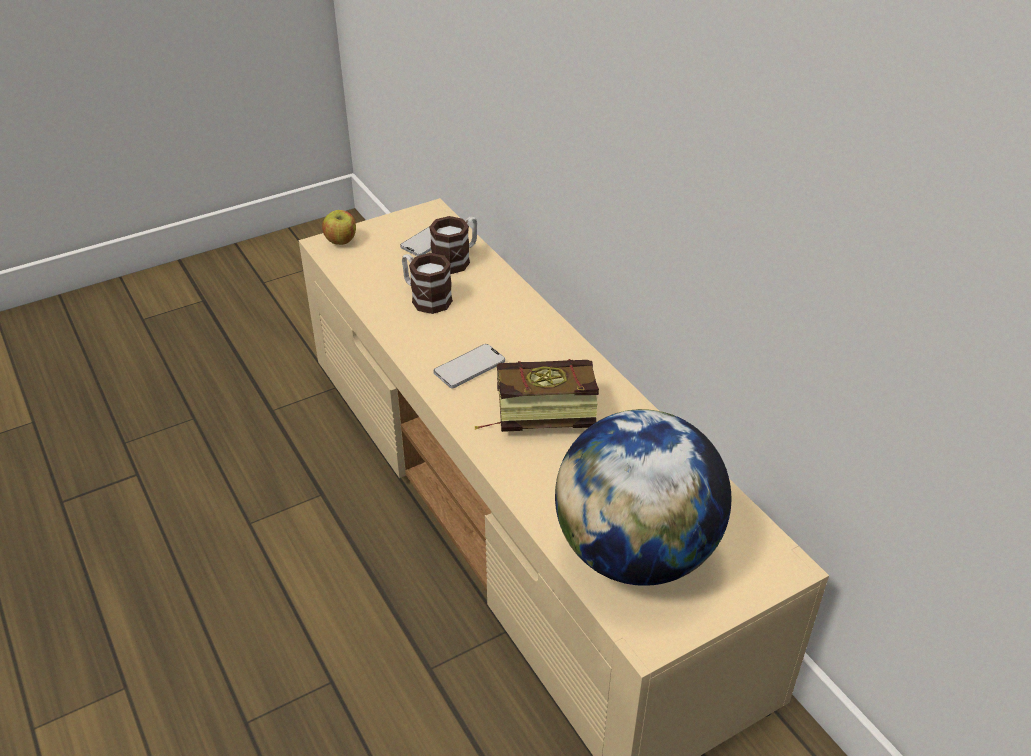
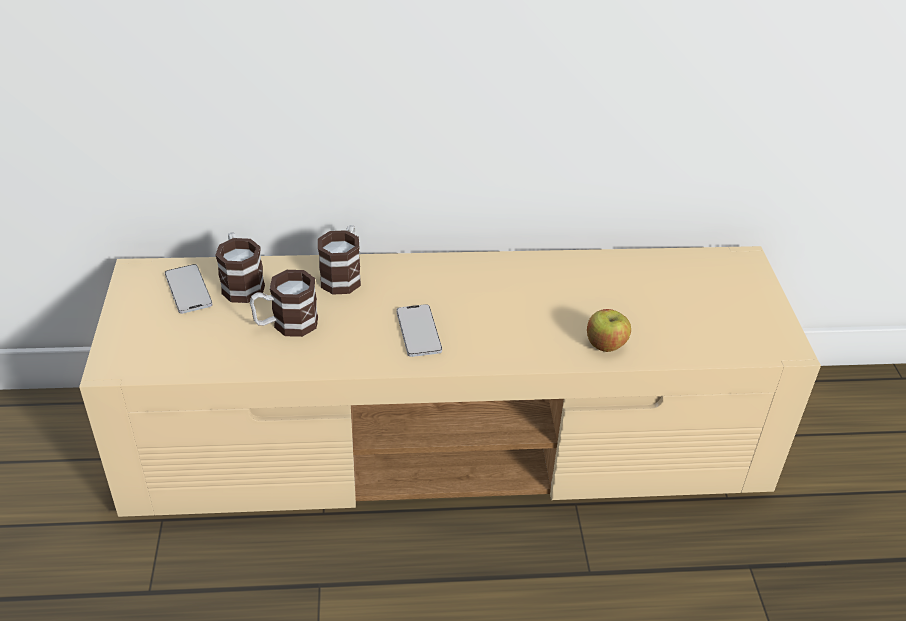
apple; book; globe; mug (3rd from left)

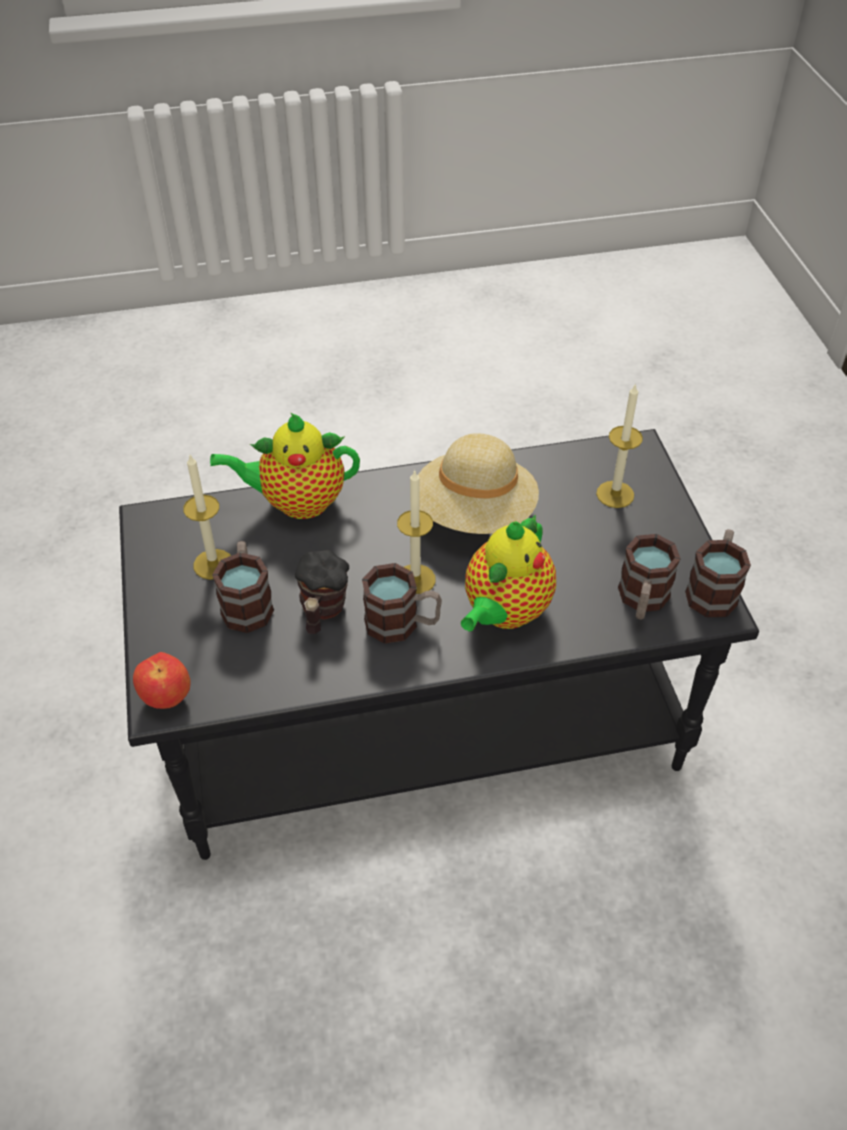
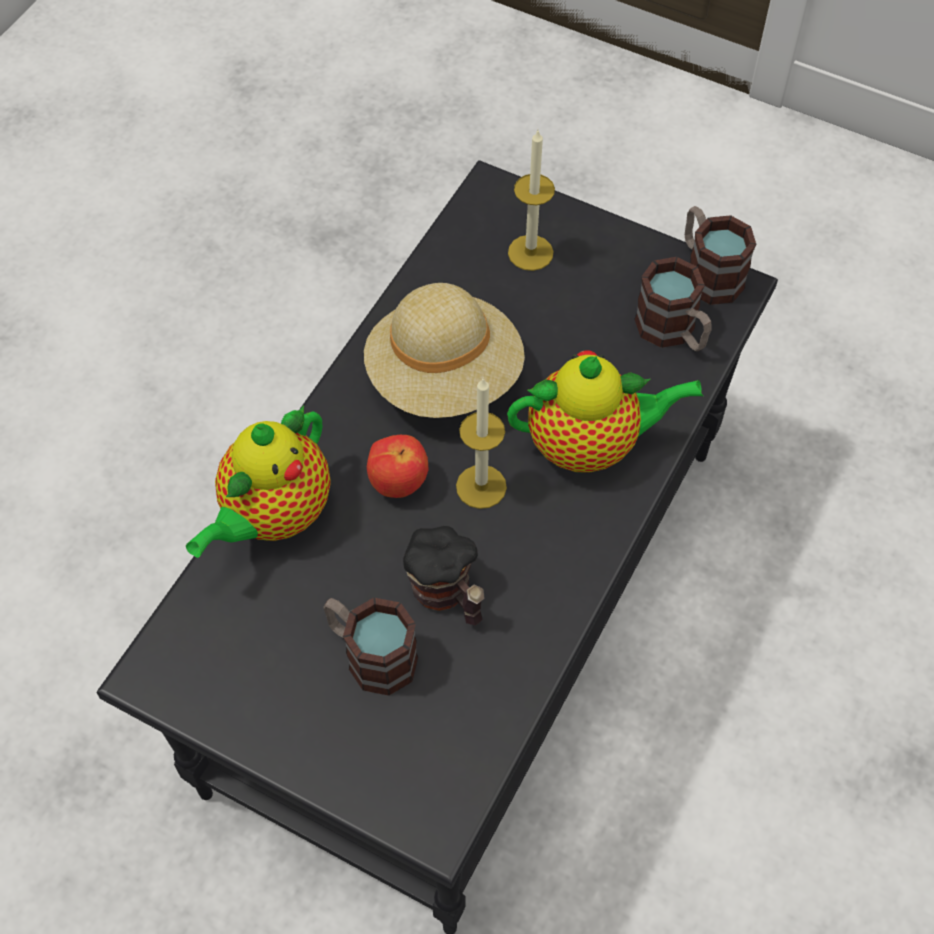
candle (1st from left in the first image); teapot (2nd from left); mug (3rd from left in the first image); apple

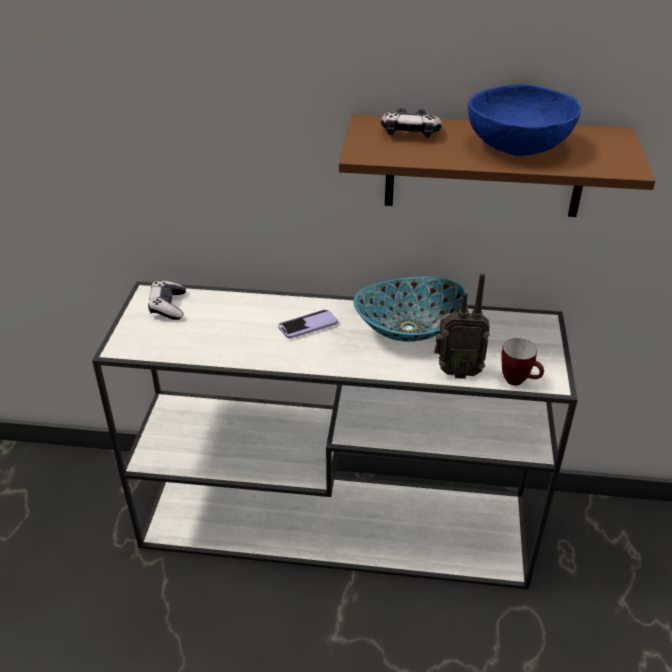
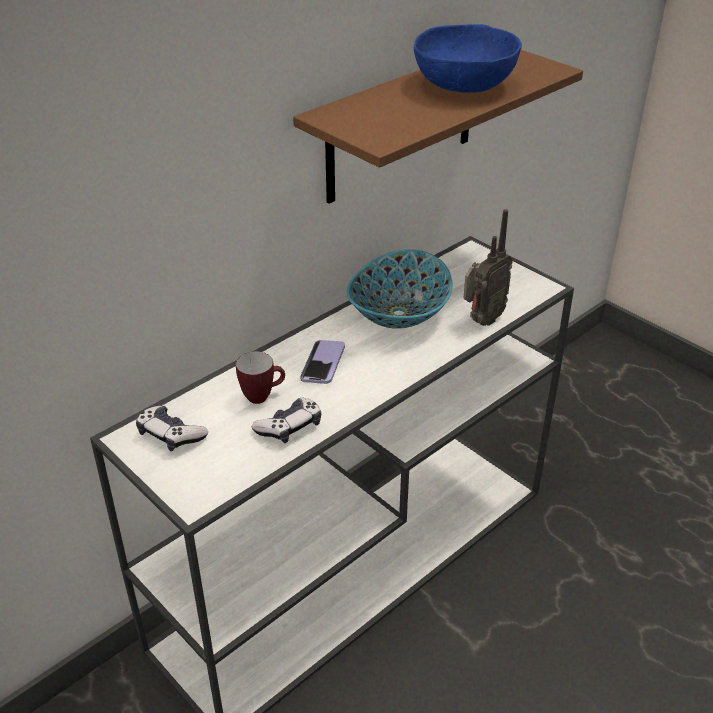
game controller (2nd from left); mug

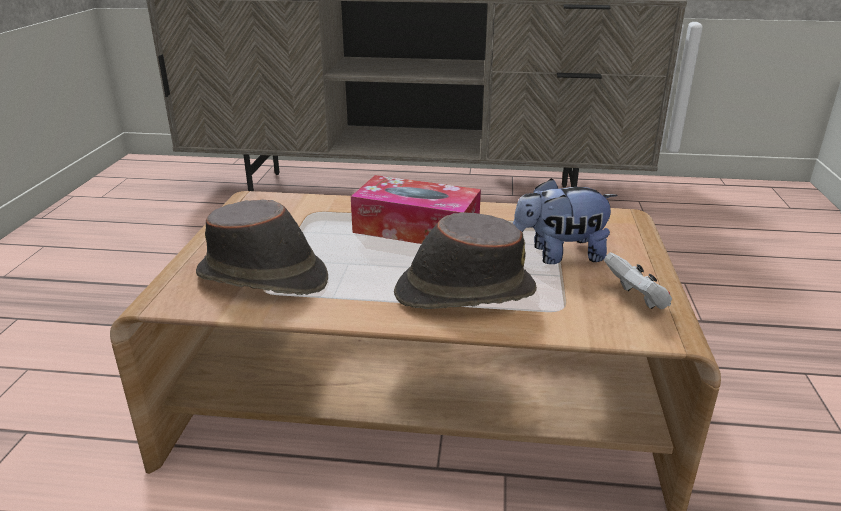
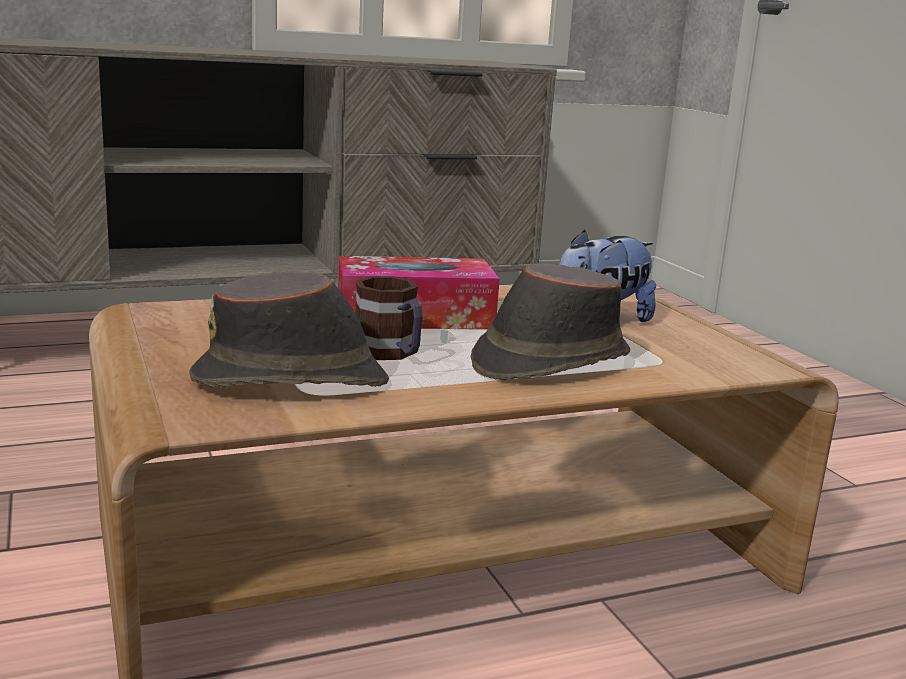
game controller (white); mug

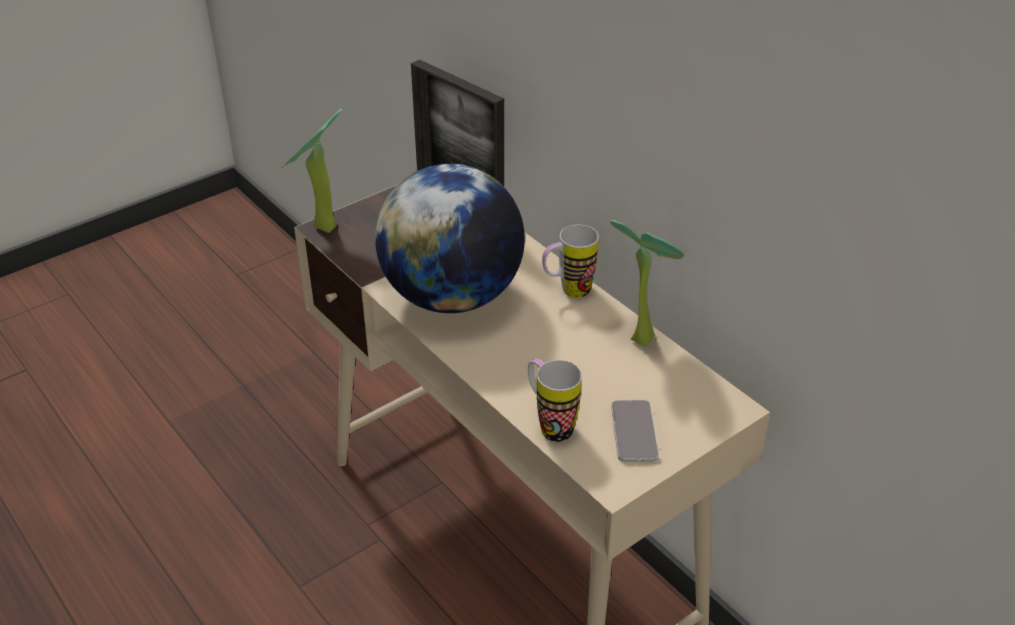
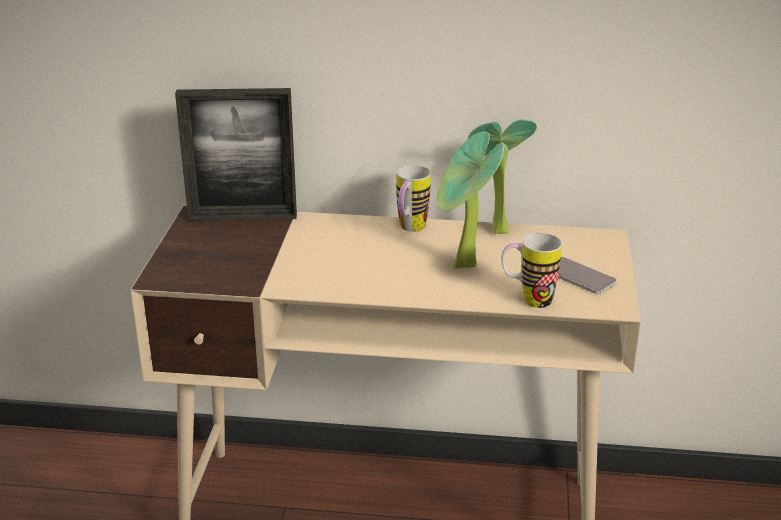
potted plant (1st from left); globe

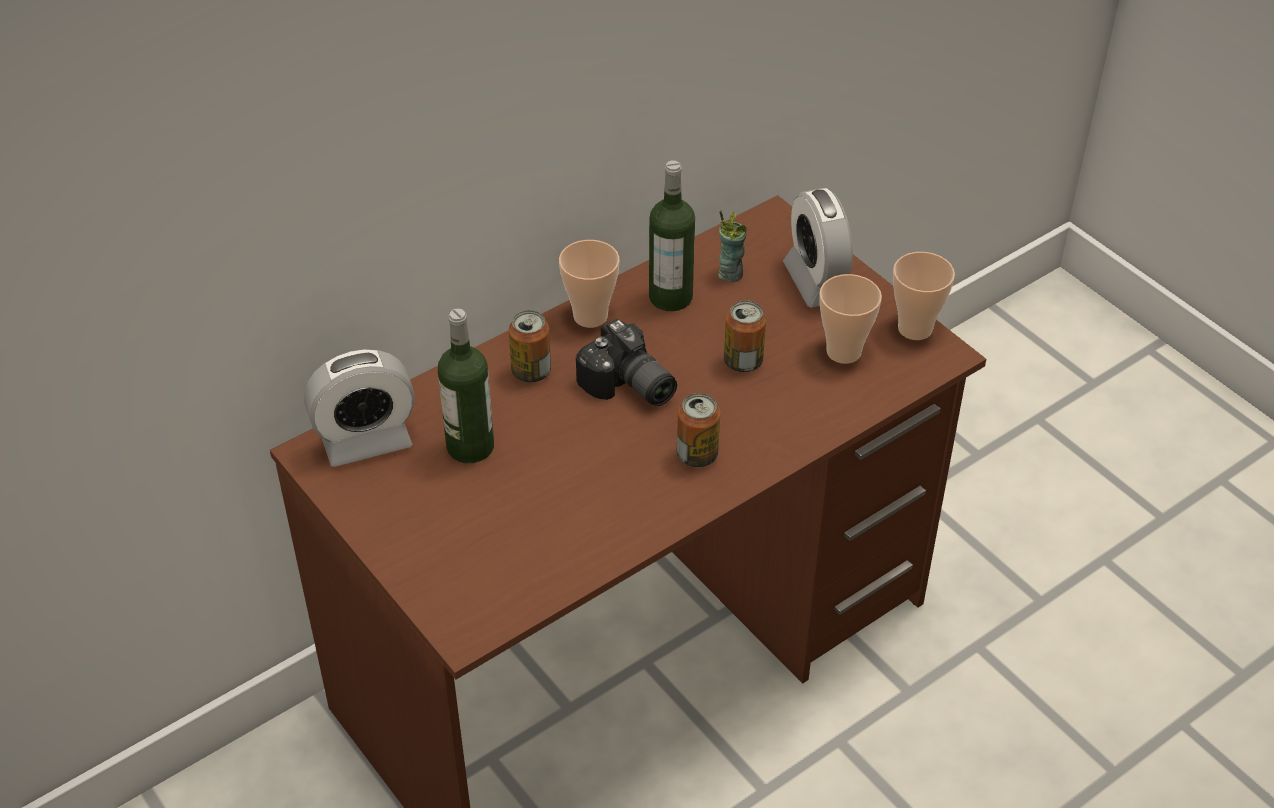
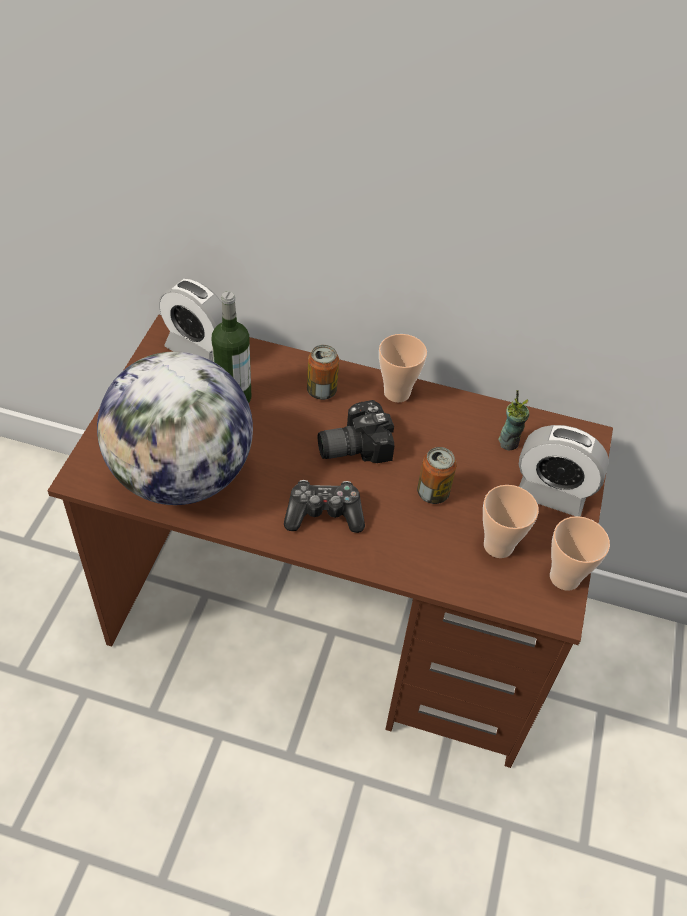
bottle (2nd from left in the first image); alarm clock (2nd from left); photo camera; game controller; globe

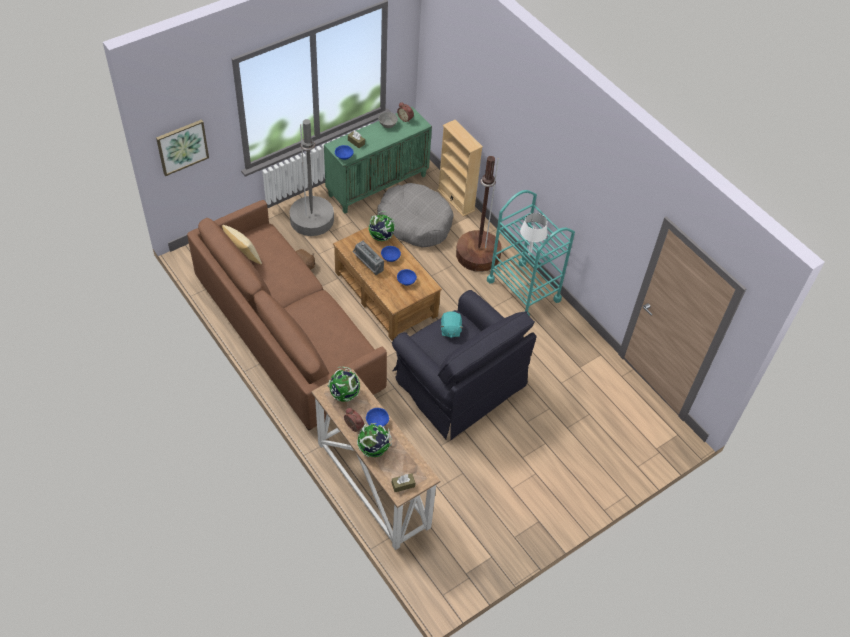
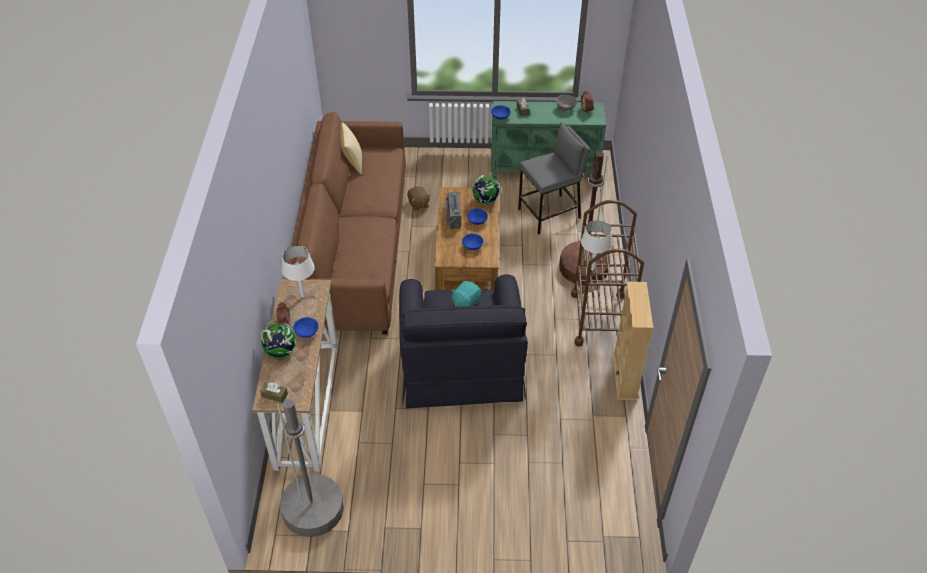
picture; floor lamp (grey); bookcase (beige); stool (grey); cart (brown); table lamp (white) (1st from left)

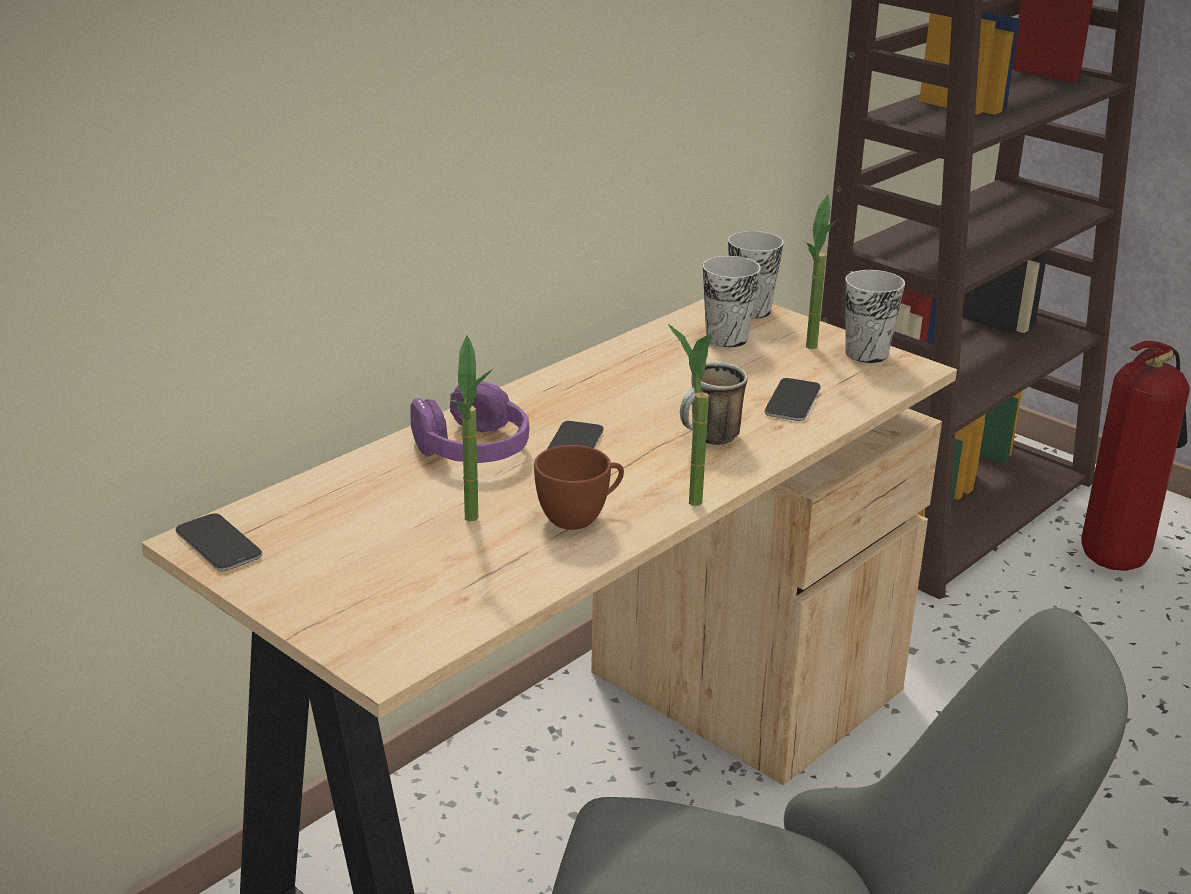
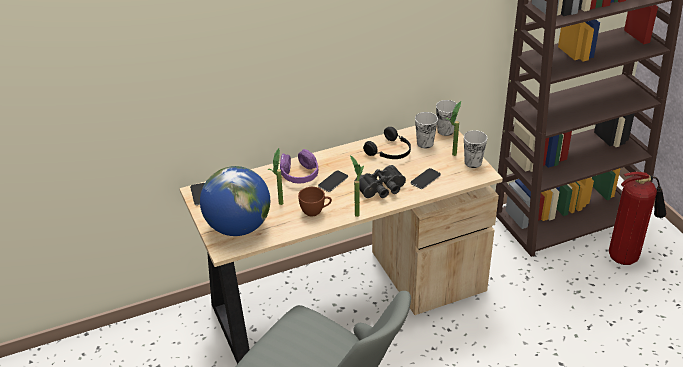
binoculars (black); headphones (black); globe

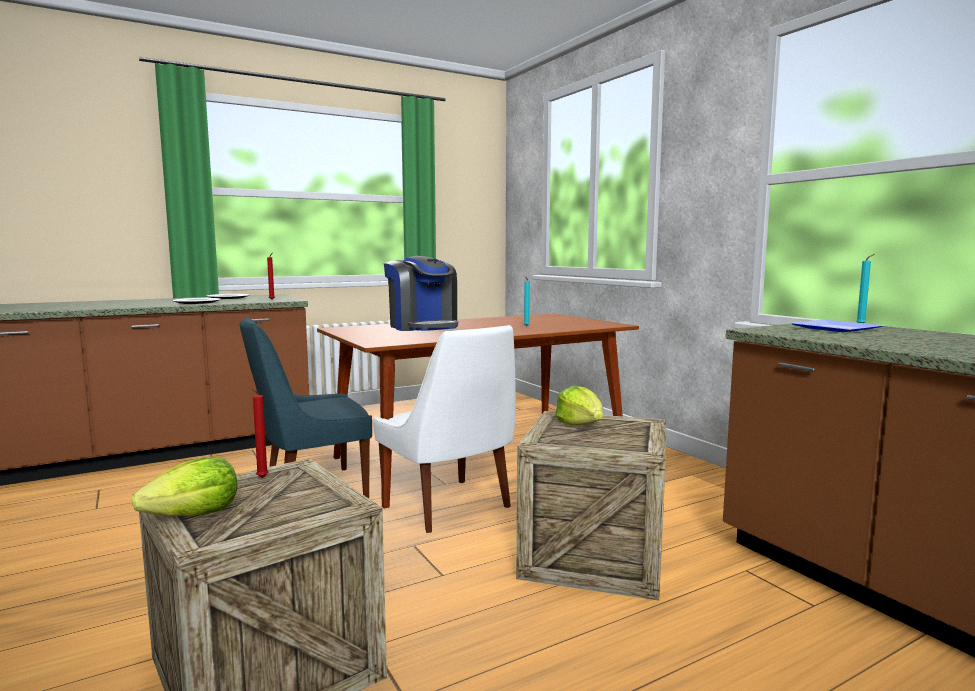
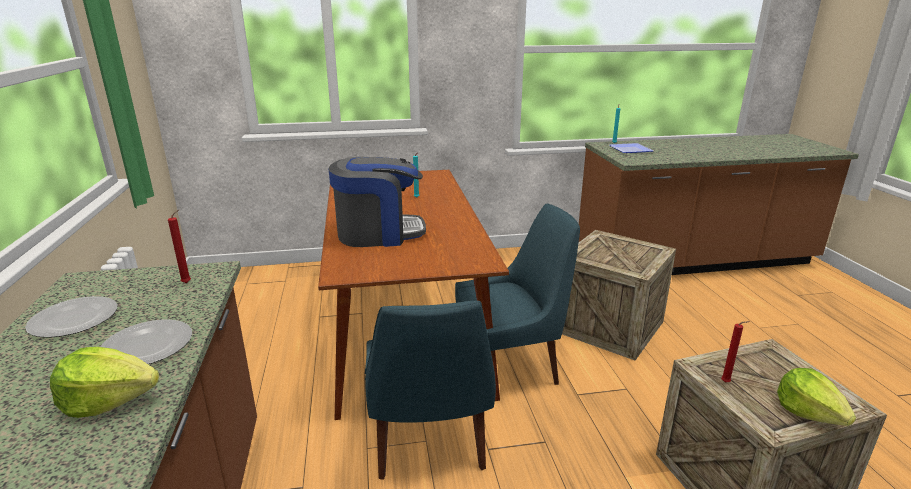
chair (blue) (2nd from left); lettuce (1st from left)

